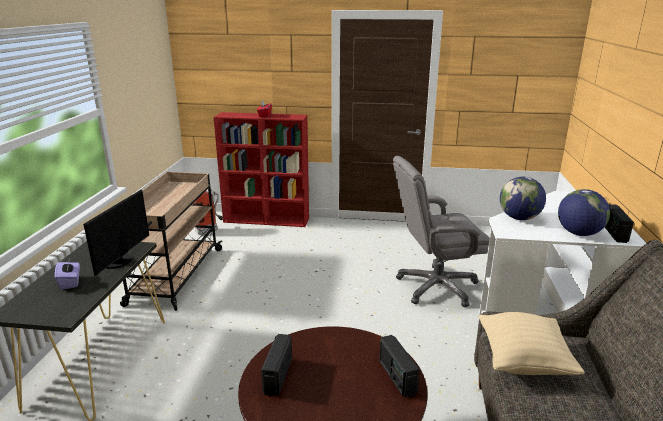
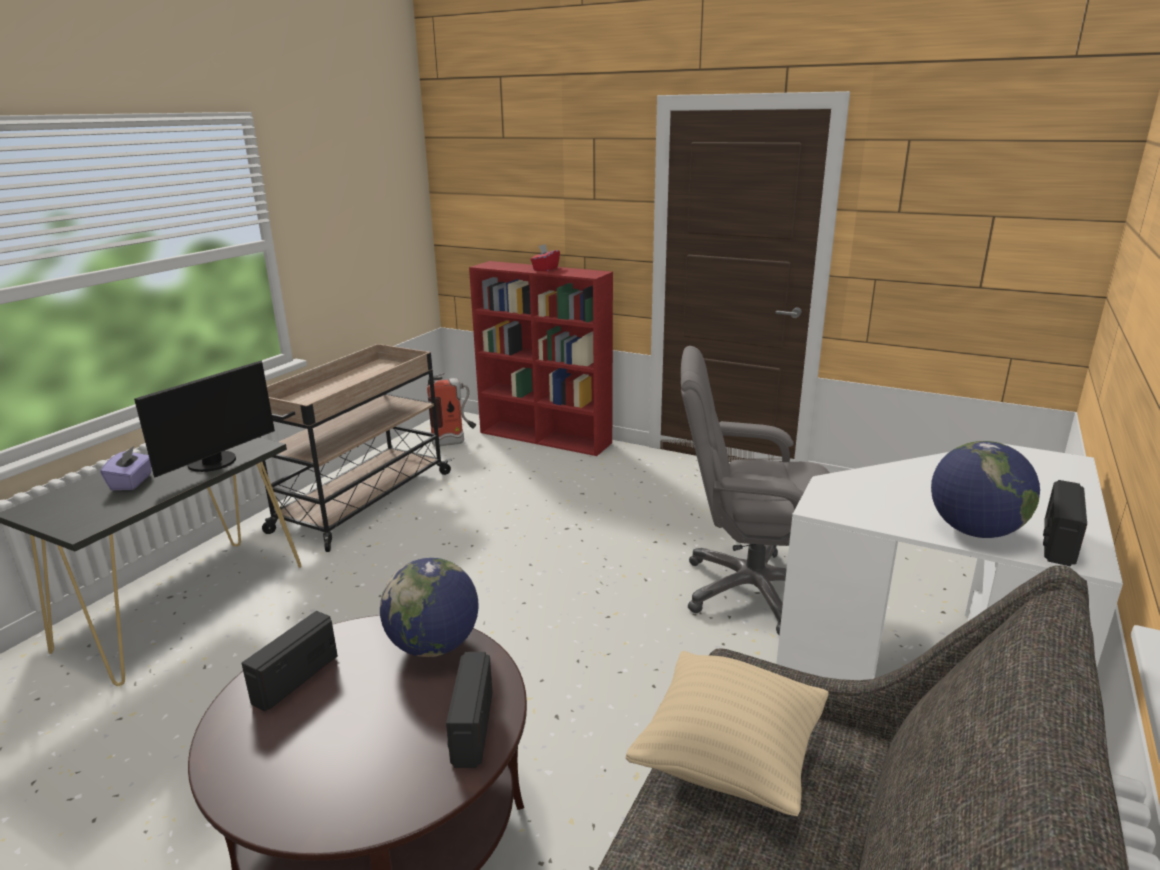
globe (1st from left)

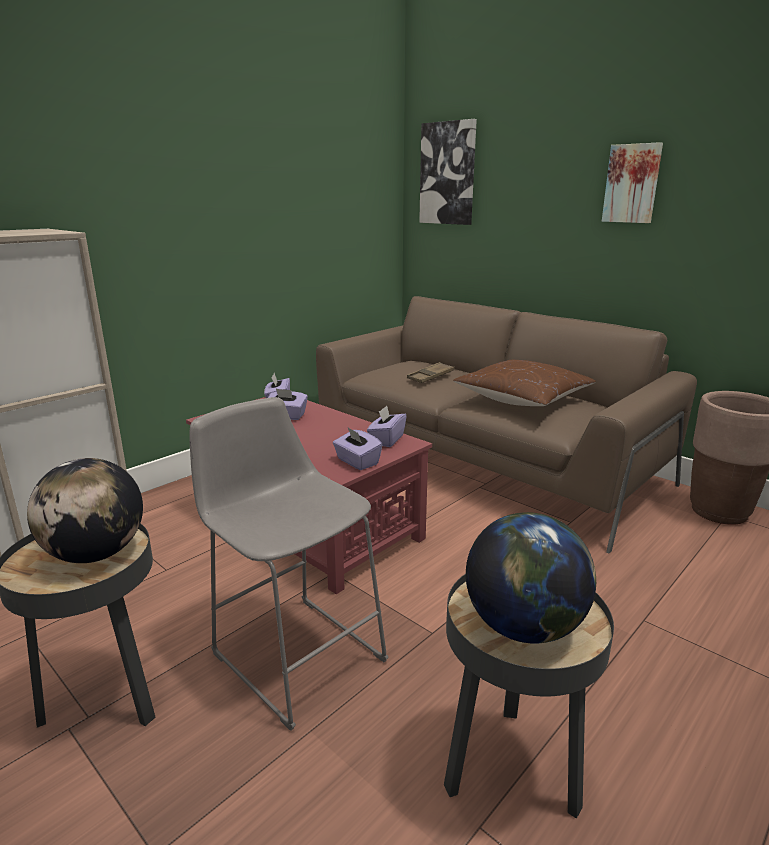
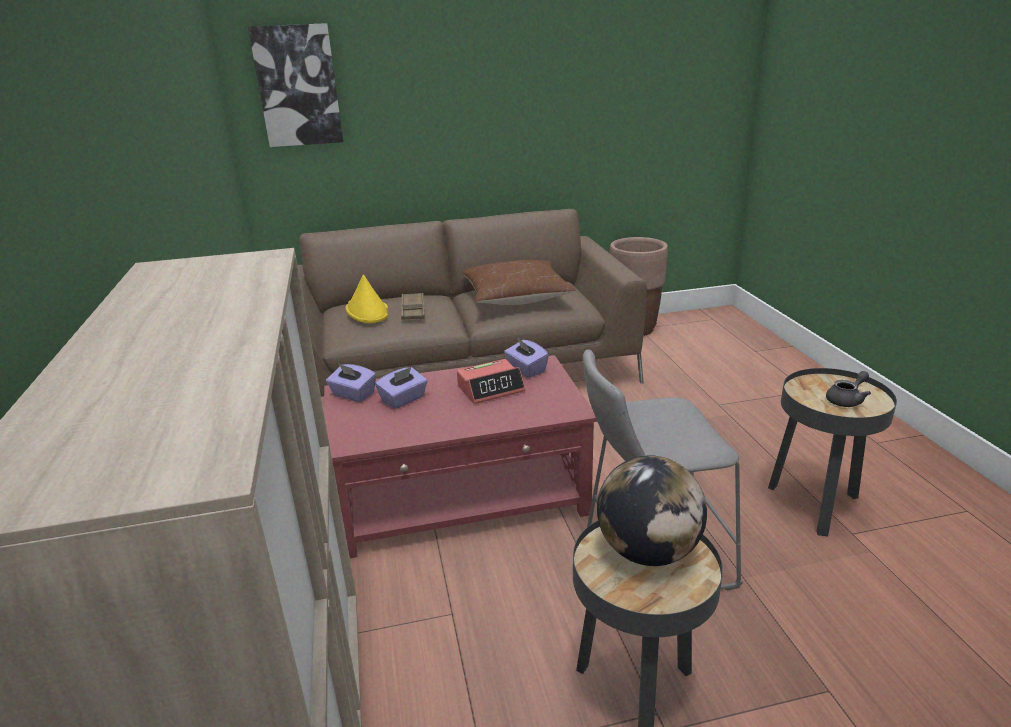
picture (2nd from left in the first image); tissue box (purple) (3rd from left in the first image); teapot (grey); hat (yellow); alarm clock

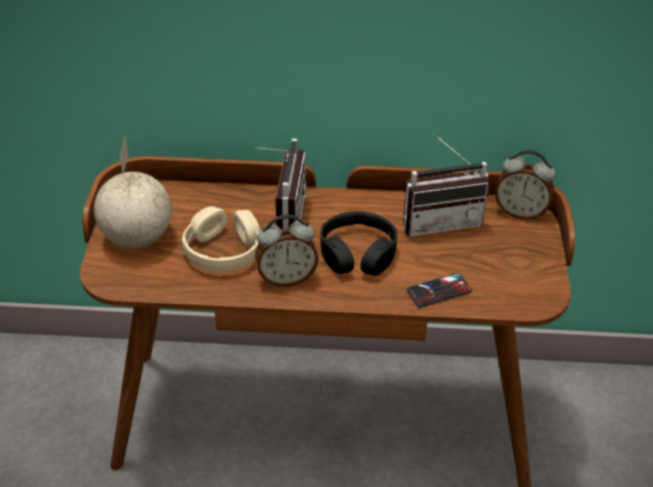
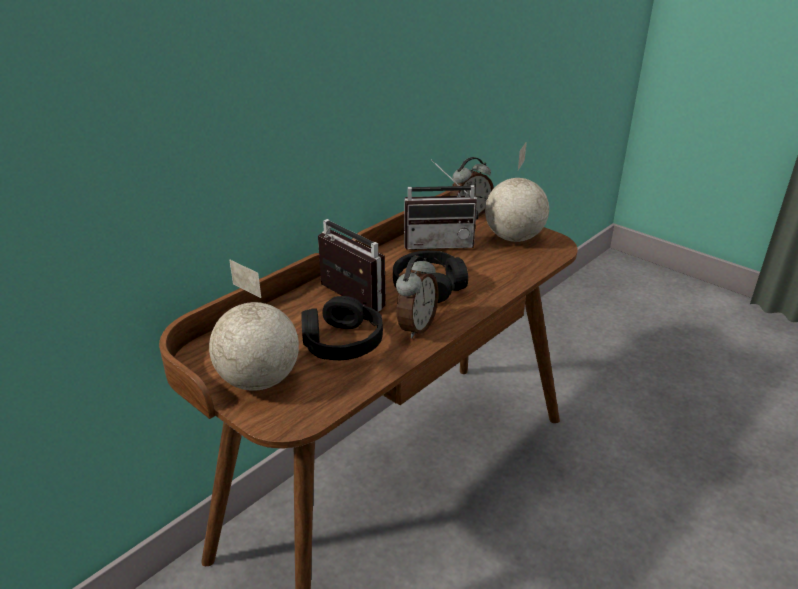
radio (2nd from left); headphones (black) (1st from left); phone; globe (2nd from left)

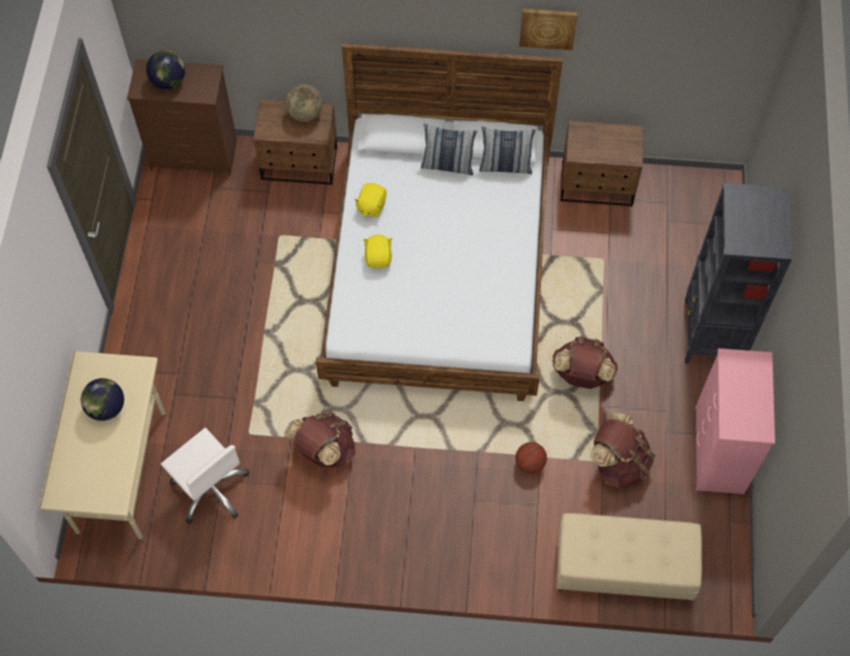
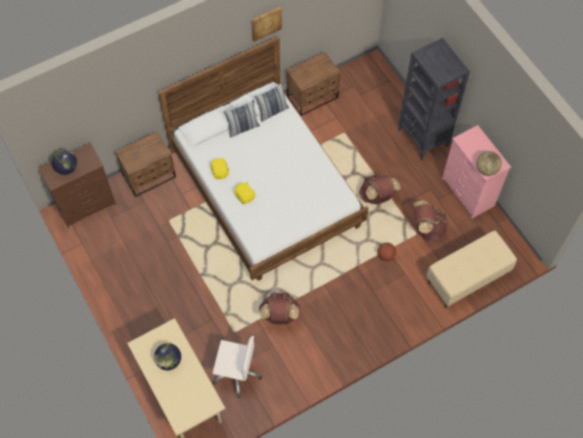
globe (3rd from left)

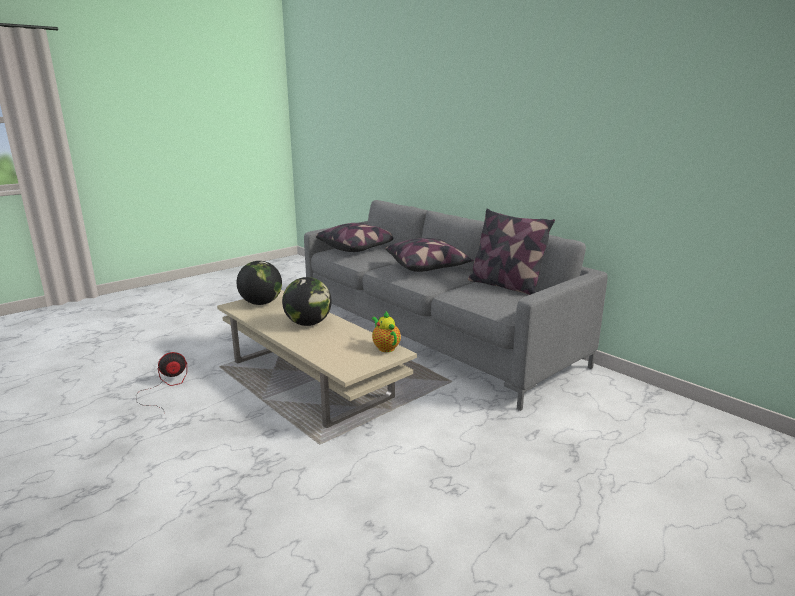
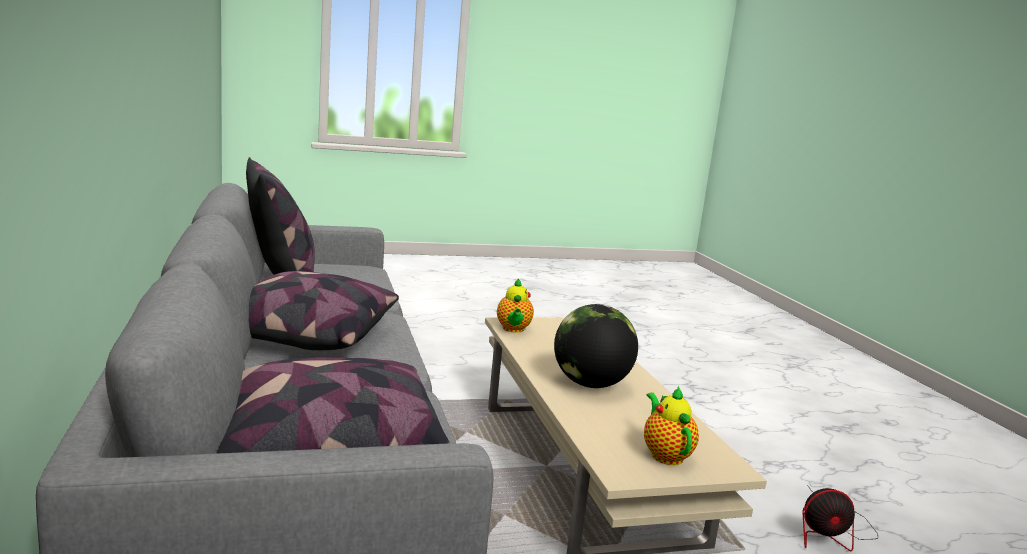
teapot (2nd from left)

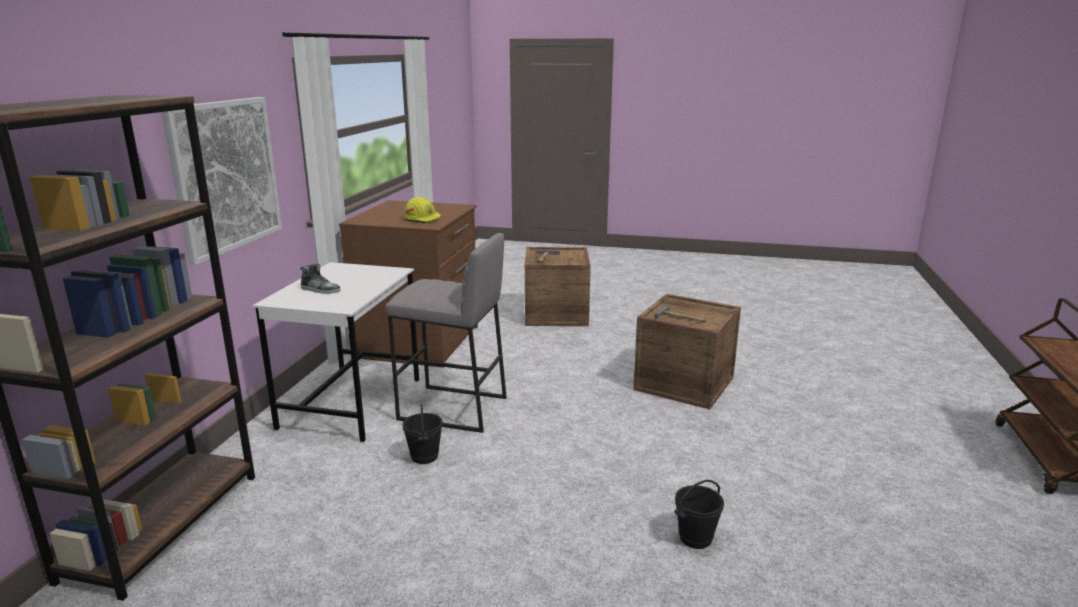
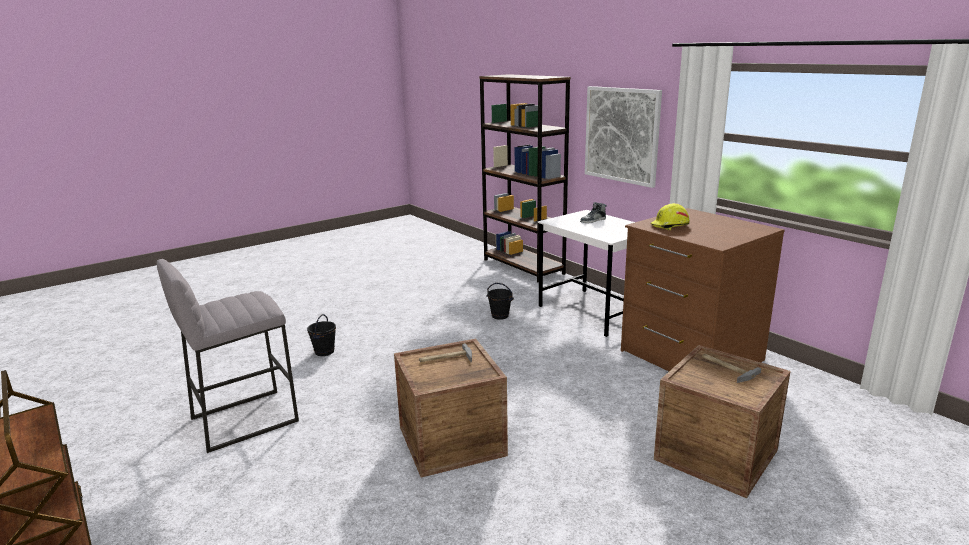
stool (grey)

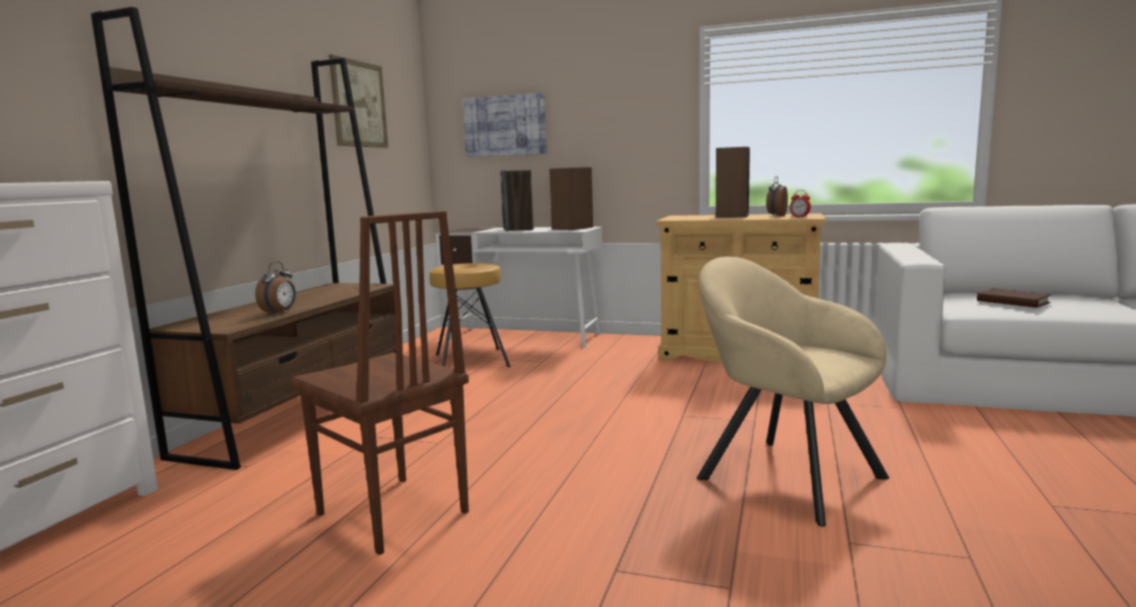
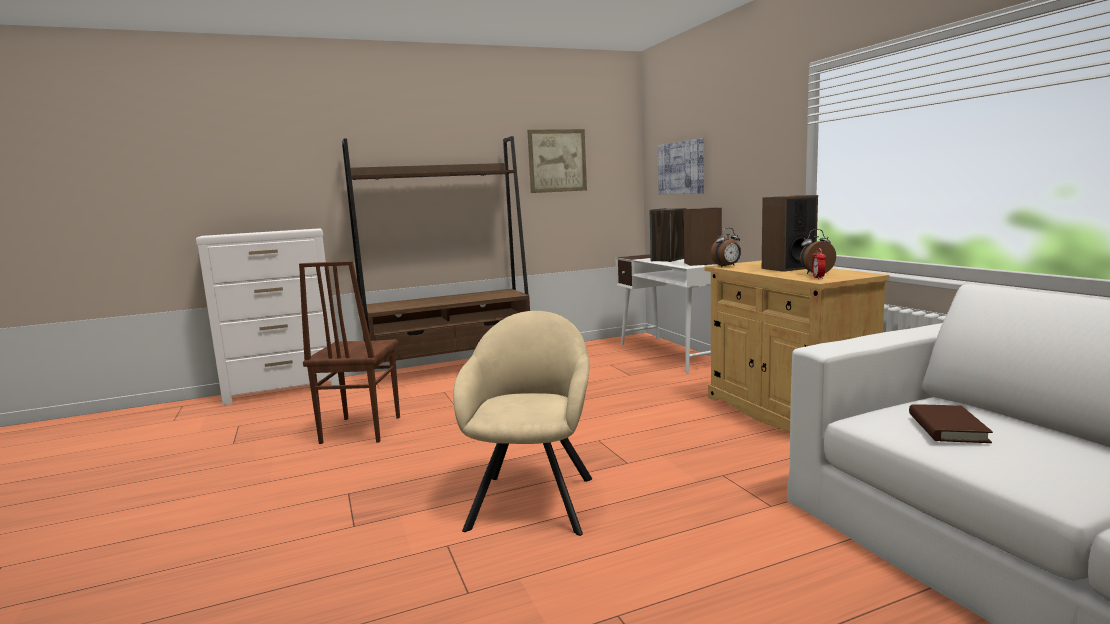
alarm clock (1st from left); stool (brown)

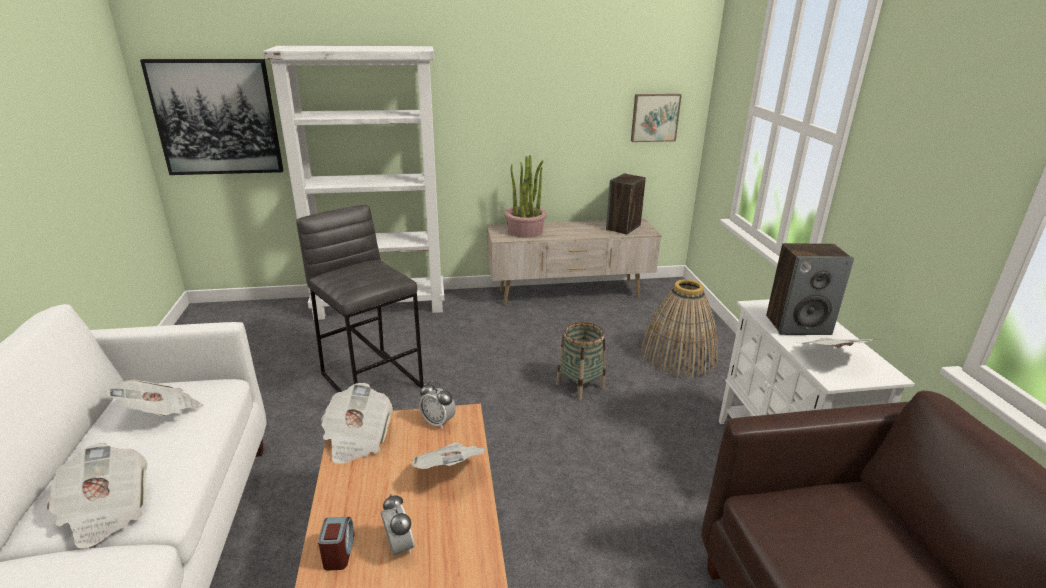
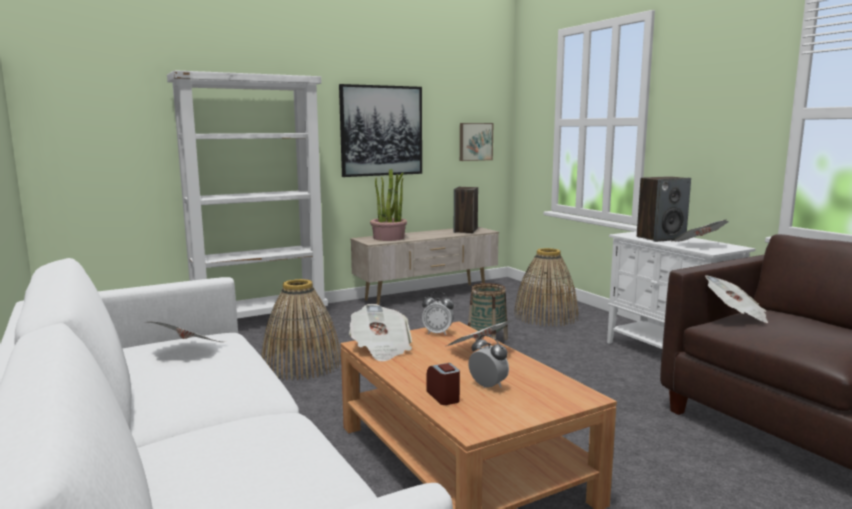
picture (1st from left); basket (1st from left); newspaper (5th from left)

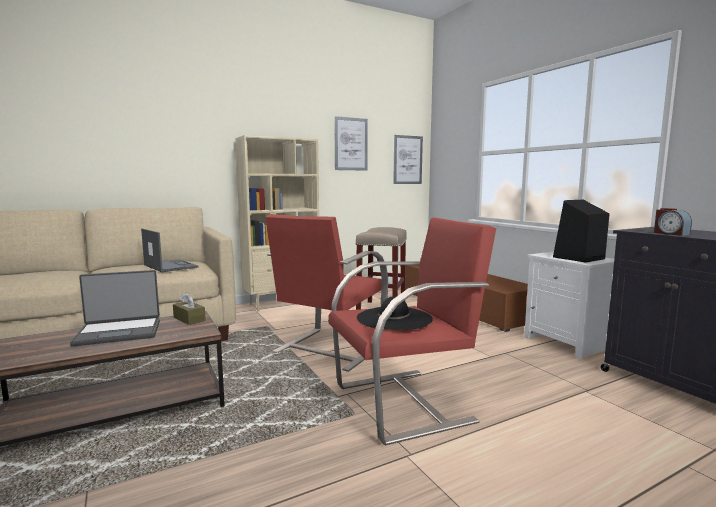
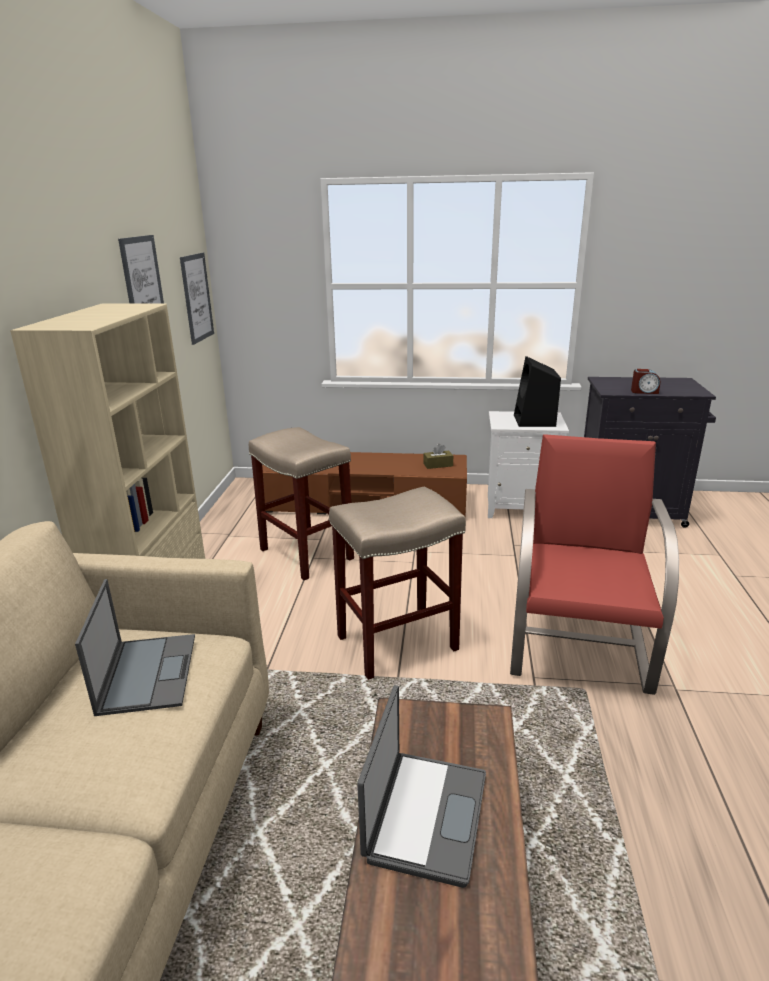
stool (beige) (2nd from left); laptop (1st from left); tissue box (brown); hat (black)

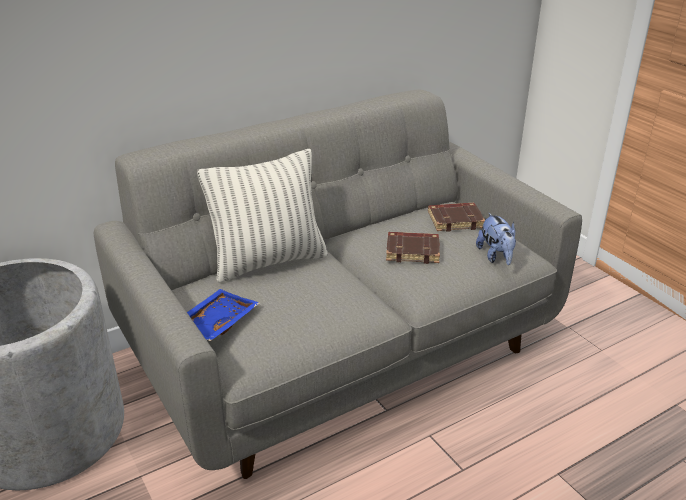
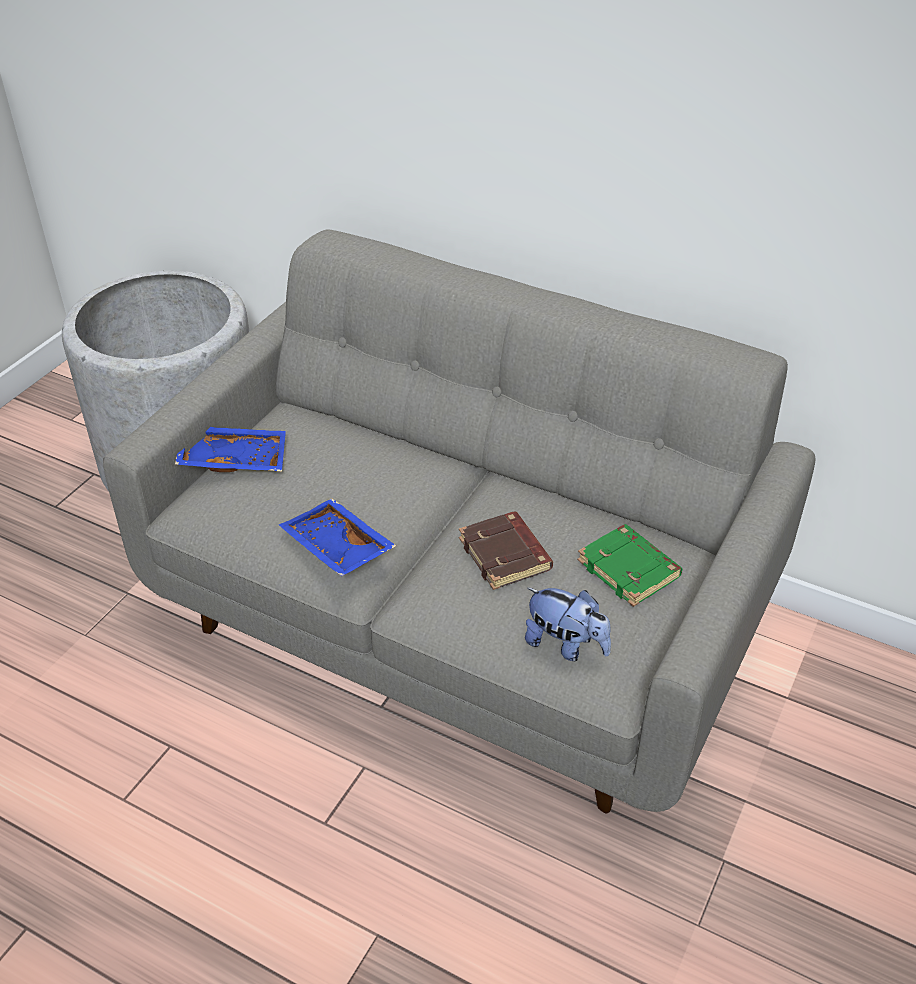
pillow; book (green); plush toy; tray (blue) (2nd from left)

